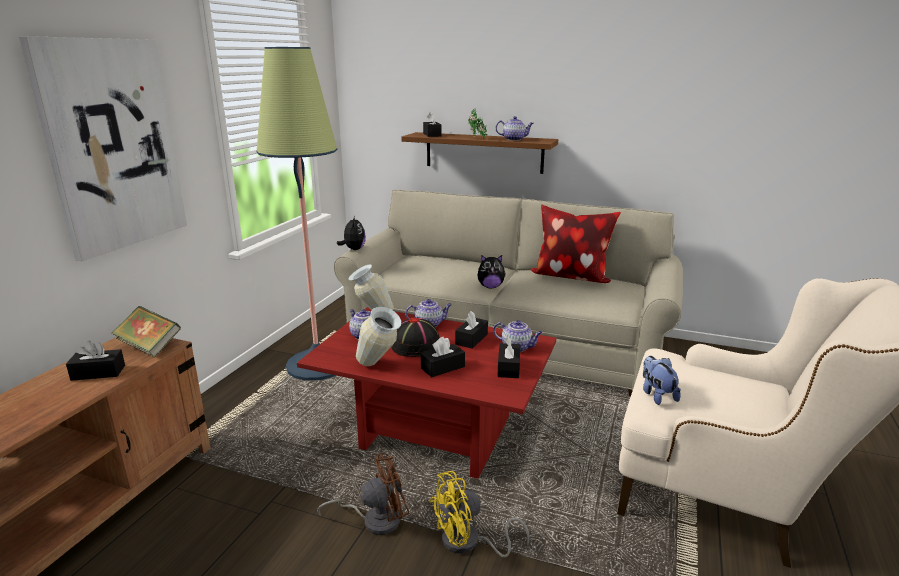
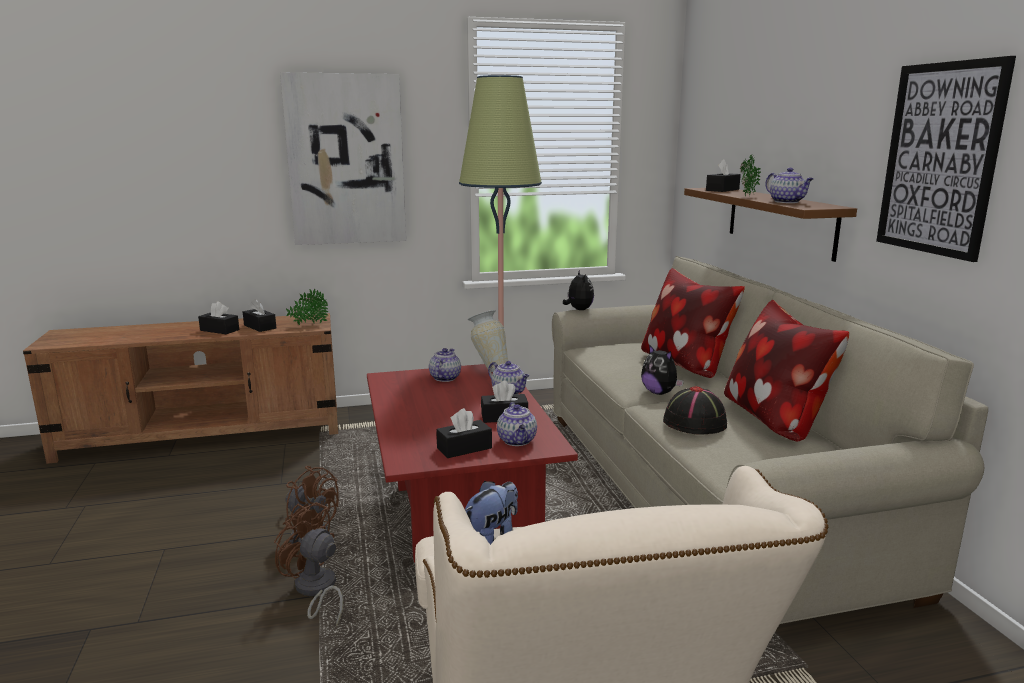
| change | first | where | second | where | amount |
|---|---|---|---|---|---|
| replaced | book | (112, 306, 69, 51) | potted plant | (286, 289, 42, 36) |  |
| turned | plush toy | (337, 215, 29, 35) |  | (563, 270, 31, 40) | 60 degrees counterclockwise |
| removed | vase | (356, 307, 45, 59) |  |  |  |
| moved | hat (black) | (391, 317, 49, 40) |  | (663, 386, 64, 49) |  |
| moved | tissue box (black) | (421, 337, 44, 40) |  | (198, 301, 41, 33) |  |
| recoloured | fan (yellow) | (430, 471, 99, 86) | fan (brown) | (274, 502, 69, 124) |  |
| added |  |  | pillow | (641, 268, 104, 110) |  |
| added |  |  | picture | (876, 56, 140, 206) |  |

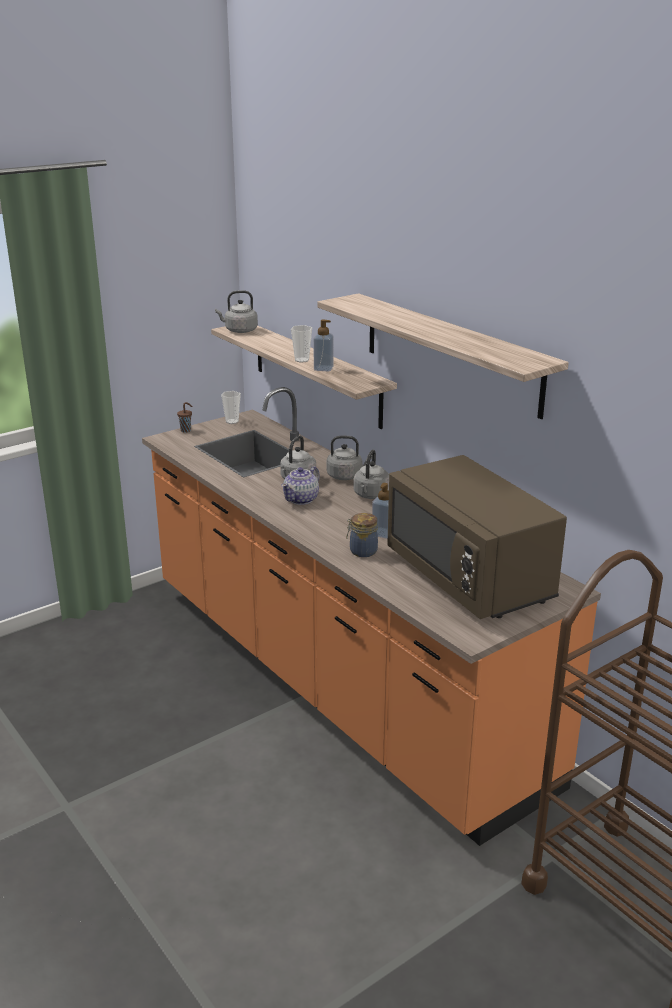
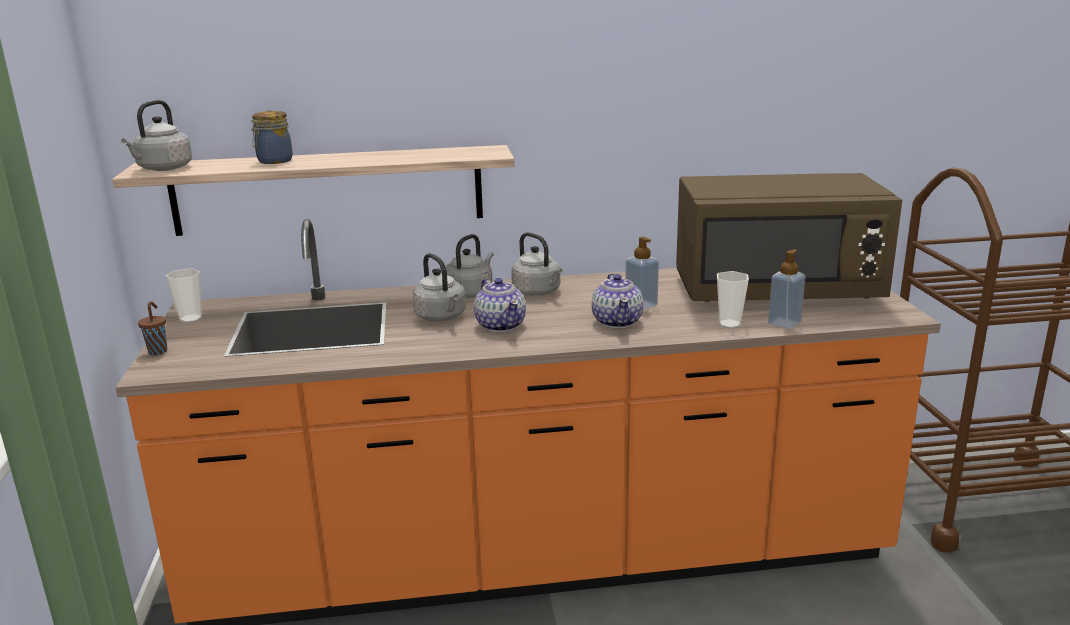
| change | first | where | second | where | amount |
|---|---|---|---|---|---|
| moved | cup | (291, 325, 21, 38) |  | (717, 271, 32, 58) |  |
| moved | soap dispenser | (313, 320, 20, 51) |  | (768, 249, 38, 80) |  |
| removed | shelf | (317, 293, 252, 126) |  |  |  |
| moved | jar | (346, 513, 32, 44) |  | (250, 111, 43, 53) |  |
| added |  |  | teapot | (591, 274, 52, 54) |  |

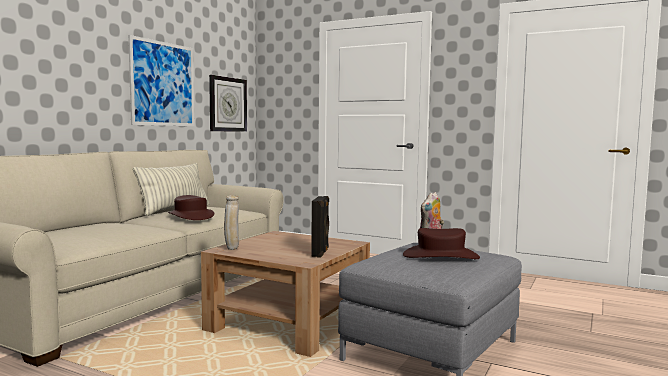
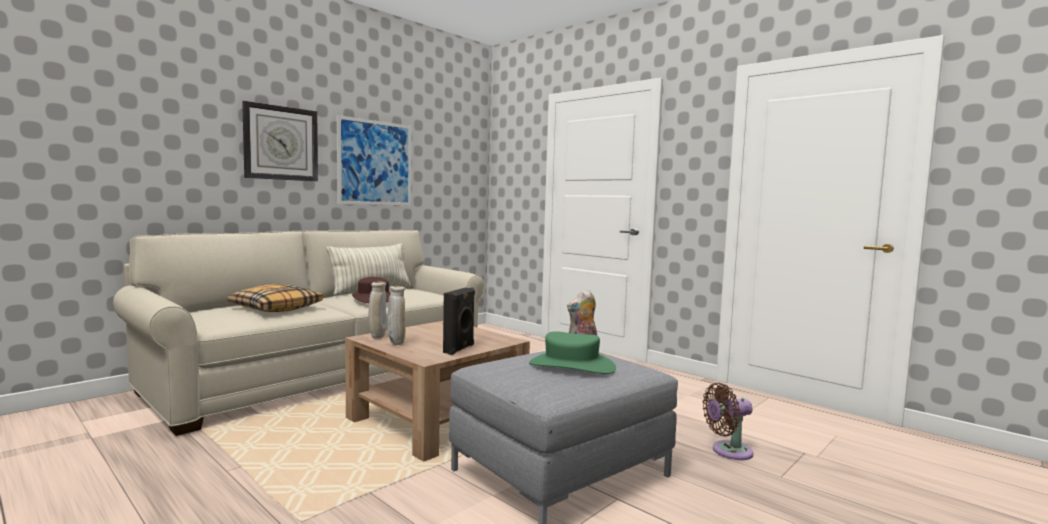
| change | first | where | second | where | amount |
|---|---|---|---|---|---|
| moved | wall clock | (209, 75, 38, 57) |  | (242, 101, 76, 80) |  |
| recoloured | hat (brown) | (403, 228, 77, 31) | hat (green) | (529, 331, 87, 43) |  |
| added |  |  | pillow | (227, 284, 96, 28) |  |
| added |  |  | vase (beige) | (388, 286, 17, 59) |  |
| added |  |  | fan (brown) | (703, 383, 50, 77) |  |

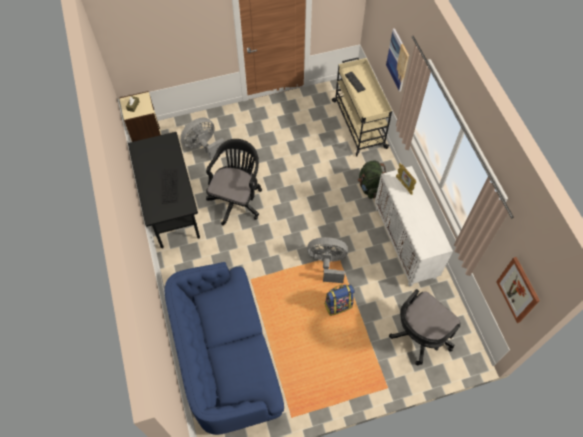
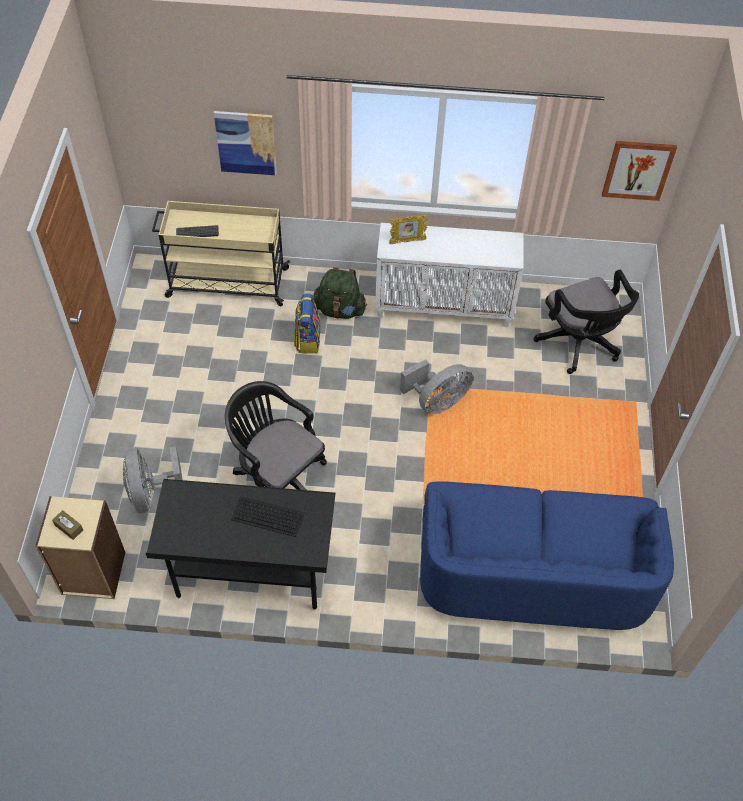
| change | first | where | second | where | amount |
|---|---|---|---|---|---|
| turned | fan (grey) | (307, 237, 41, 46) |  | (400, 359, 73, 55) | 150 degrees counterclockwise |
| moved | backpack | (324, 284, 31, 32) |  | (294, 293, 27, 60) |  |

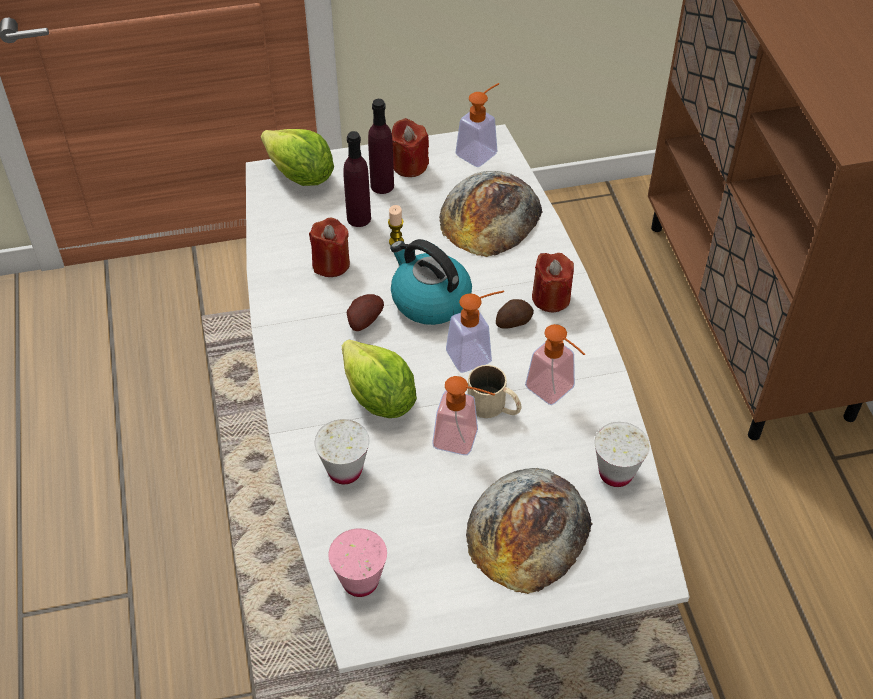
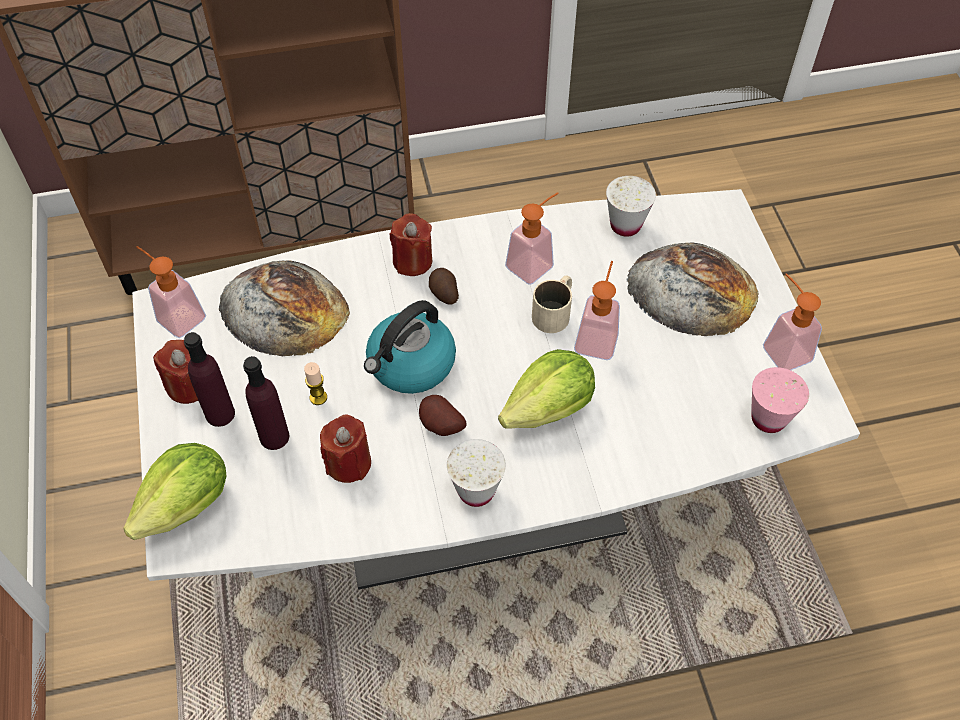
| change | first | where | second | where | amount |
|---|---|---|---|---|---|
| moved | cup (white) | (315, 419, 54, 65) |  | (447, 439, 59, 68) |  |
| moved | soap dispenser | (446, 291, 58, 82) |  | (763, 273, 59, 97) |  |

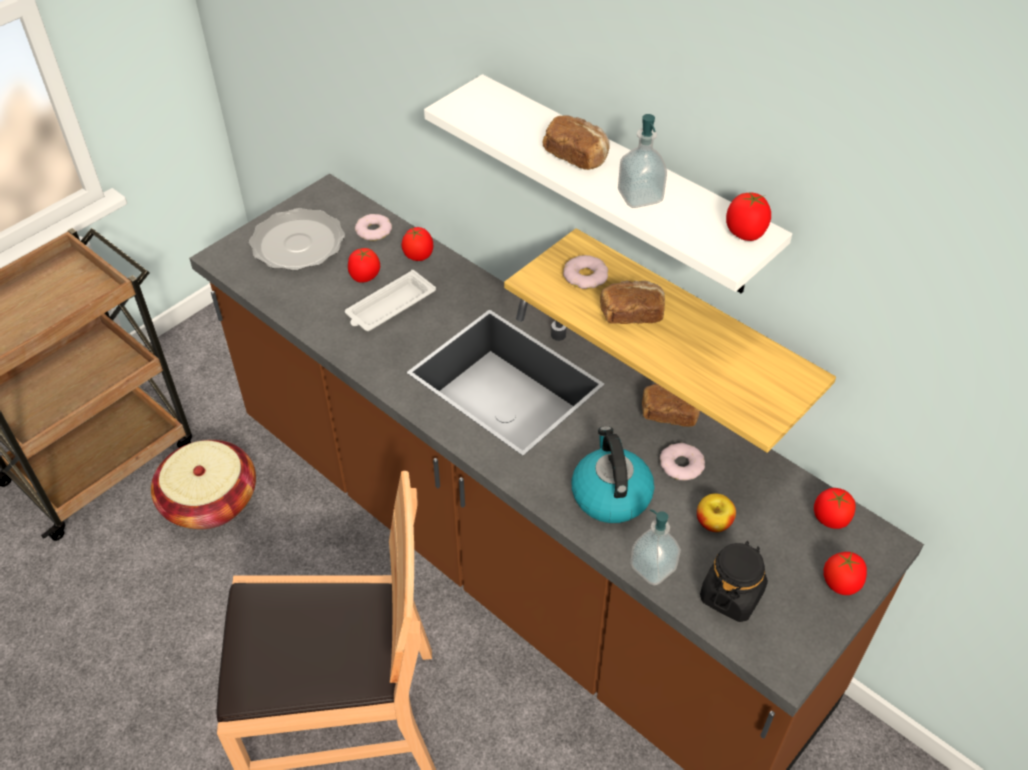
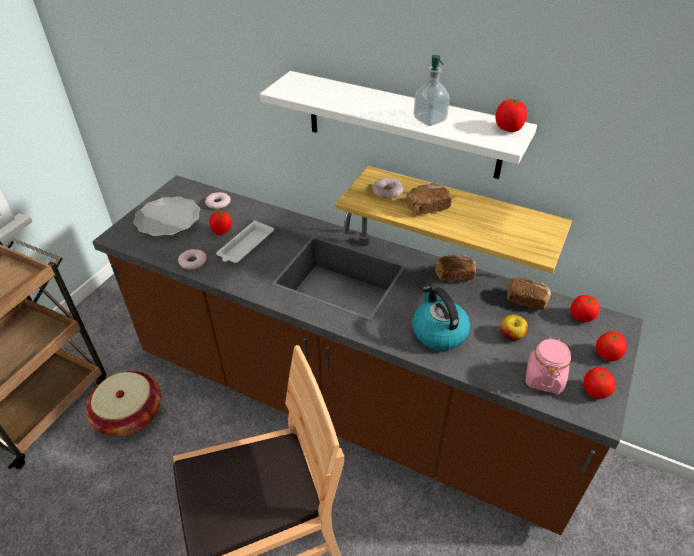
| change | first | where | second | where | amount |
|---|---|---|---|---|---|
| moved | tomato | (401, 227, 32, 34) |  | (584, 367, 31, 32) |  |
| moved | bread | (543, 115, 67, 55) |  | (507, 278, 44, 32) |  |
| removed | soap dispenser | (630, 509, 51, 76) |  |  |  |
| moved | donut | (660, 443, 45, 37) |  | (178, 249, 29, 21) |  |
| recoloured | jar (black) | (700, 541, 68, 81) | jar (pink) | (525, 337, 46, 57) |  |

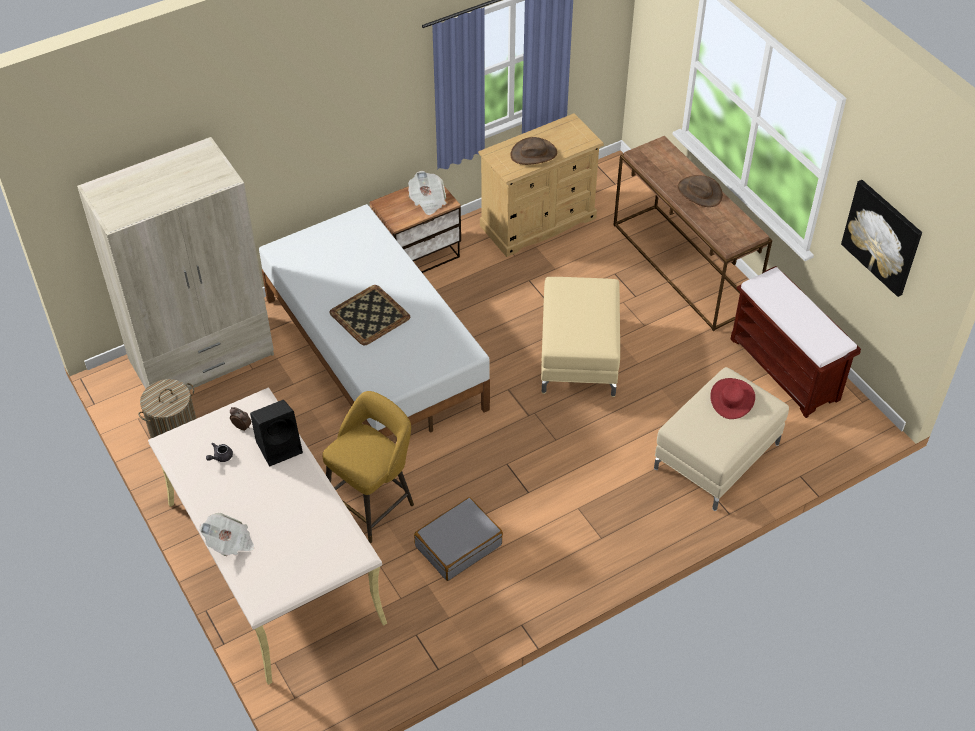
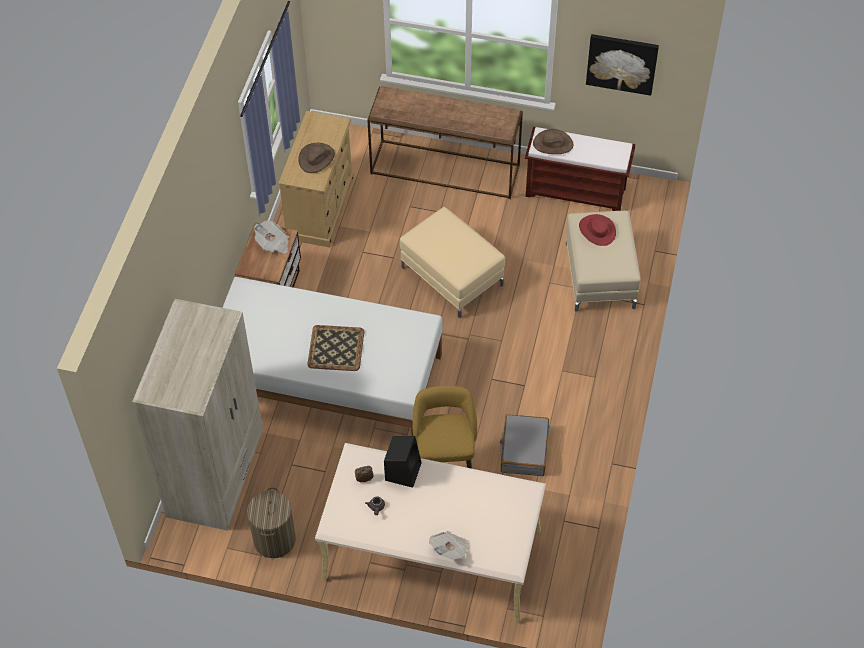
| change | first | where | second | where | amount |
|---|---|---|---|---|---|
| moved | hat (brown) | (677, 175, 46, 32) |  | (533, 129, 40, 25) |  |

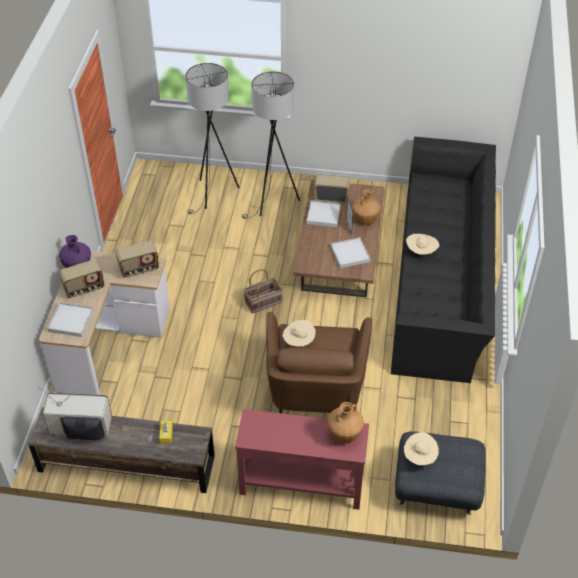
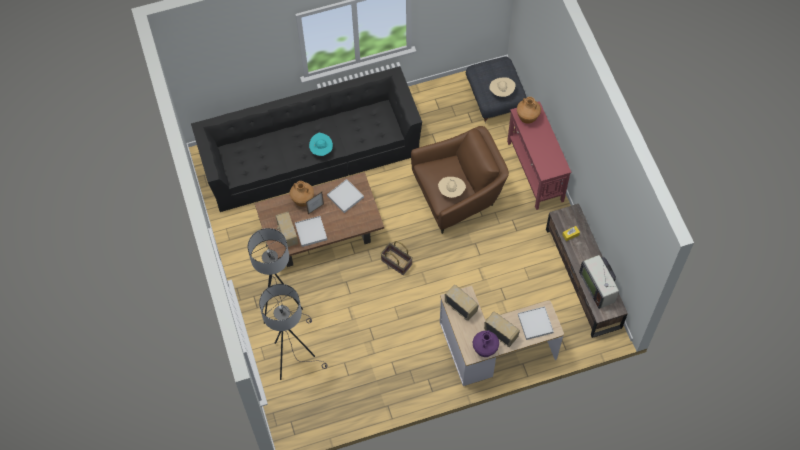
| change | first | where | second | where | amount |
|---|---|---|---|---|---|
| recoloured | hat (beige) | (406, 234, 33, 21) | hat (turquoise) | (309, 133, 24, 23) |  |

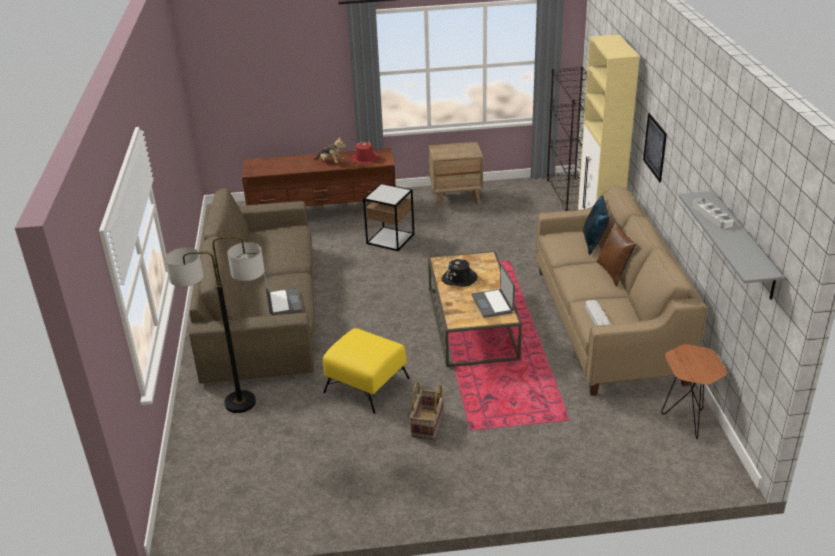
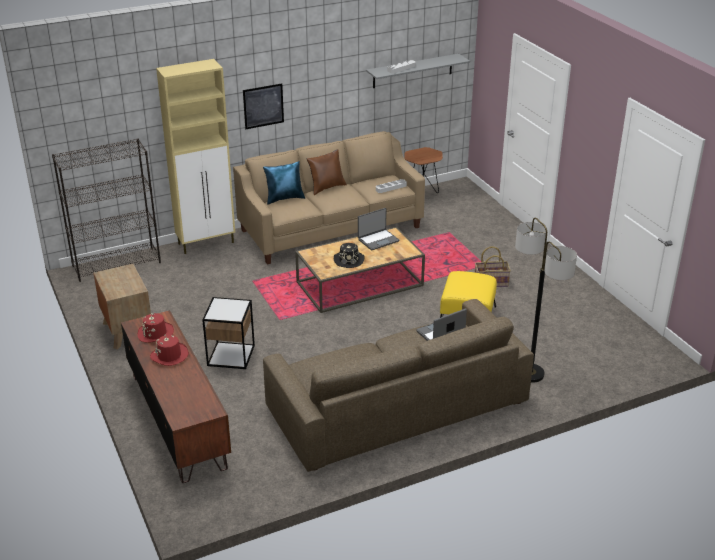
| change | first | where | second | where | amount |
|---|---|---|---|---|---|
| replaced | plush toy | (314, 137, 32, 26) | hat (red) | (150, 334, 39, 32) |  |

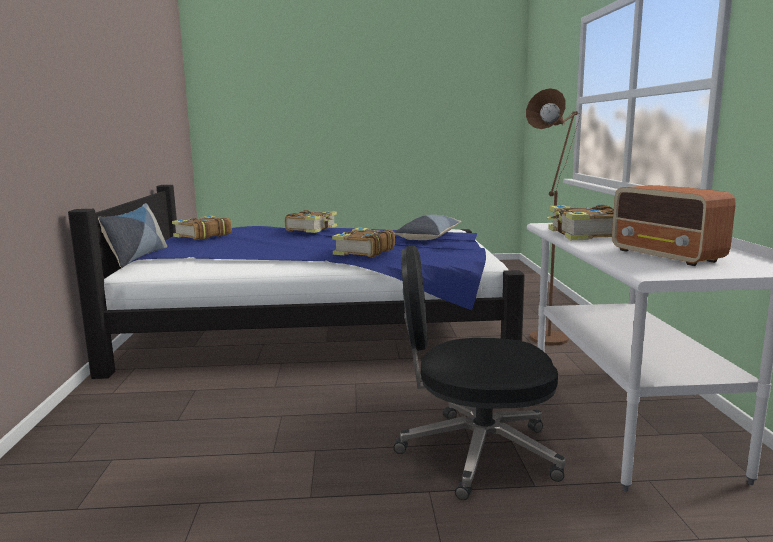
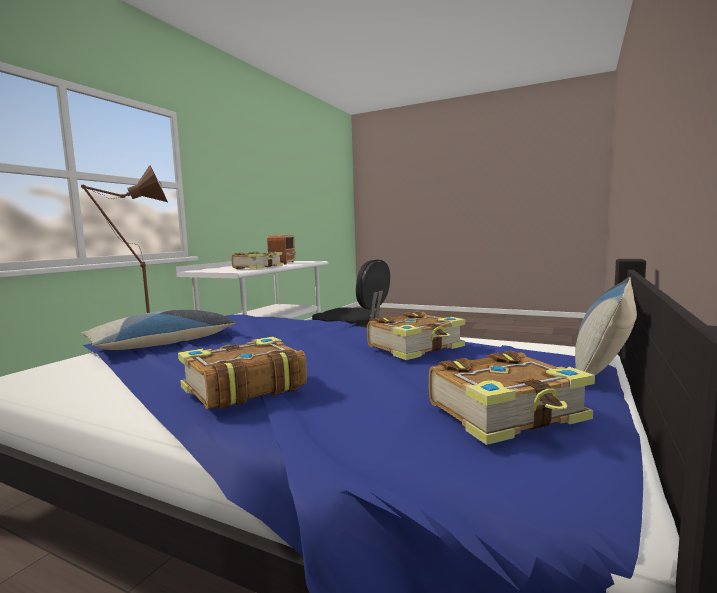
| change | first | where | second | where | amount |
|---|---|---|---|---|---|
| moved | book | (332, 228, 63, 29) |  | (367, 311, 98, 49) |  |

